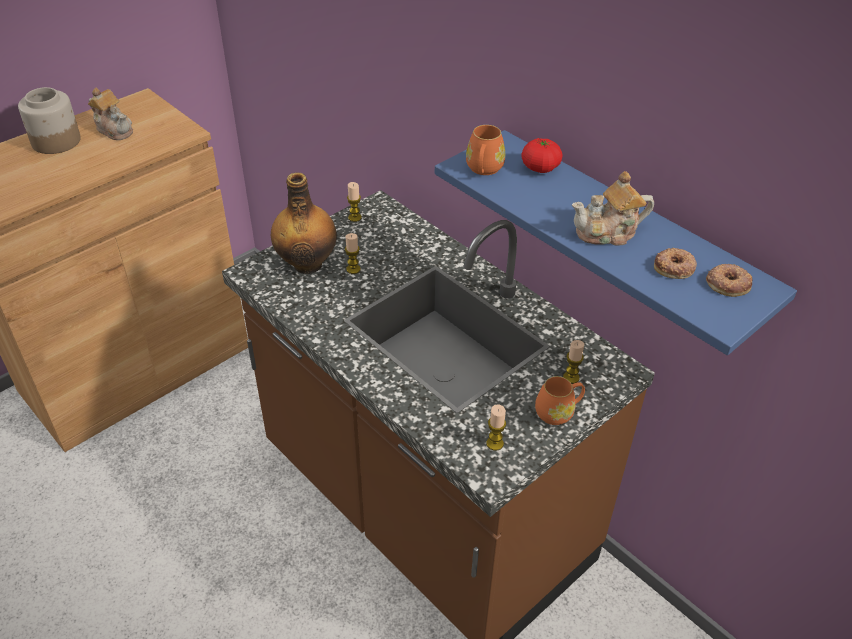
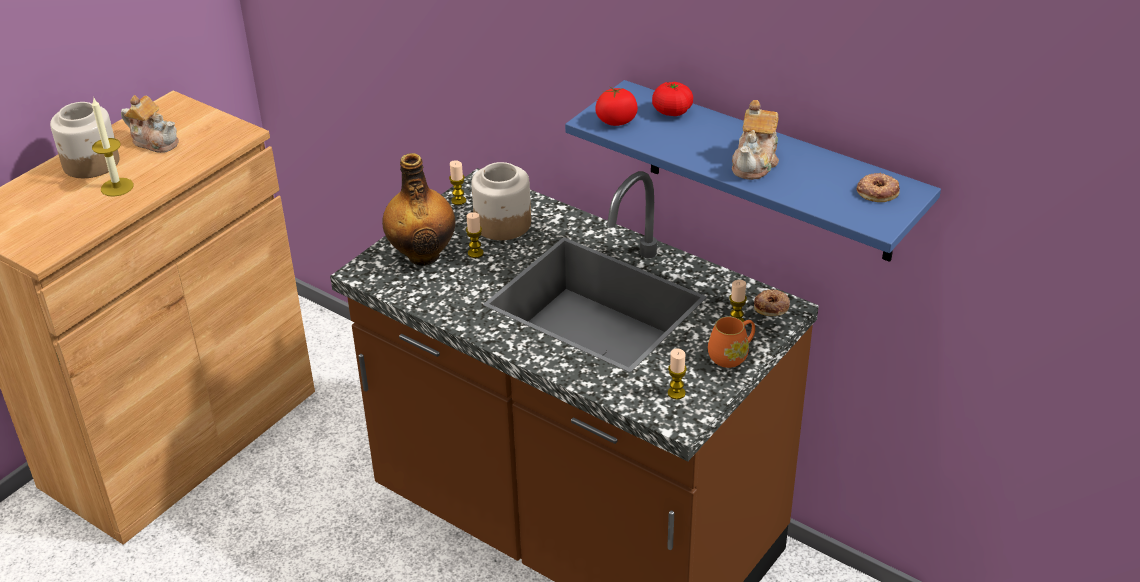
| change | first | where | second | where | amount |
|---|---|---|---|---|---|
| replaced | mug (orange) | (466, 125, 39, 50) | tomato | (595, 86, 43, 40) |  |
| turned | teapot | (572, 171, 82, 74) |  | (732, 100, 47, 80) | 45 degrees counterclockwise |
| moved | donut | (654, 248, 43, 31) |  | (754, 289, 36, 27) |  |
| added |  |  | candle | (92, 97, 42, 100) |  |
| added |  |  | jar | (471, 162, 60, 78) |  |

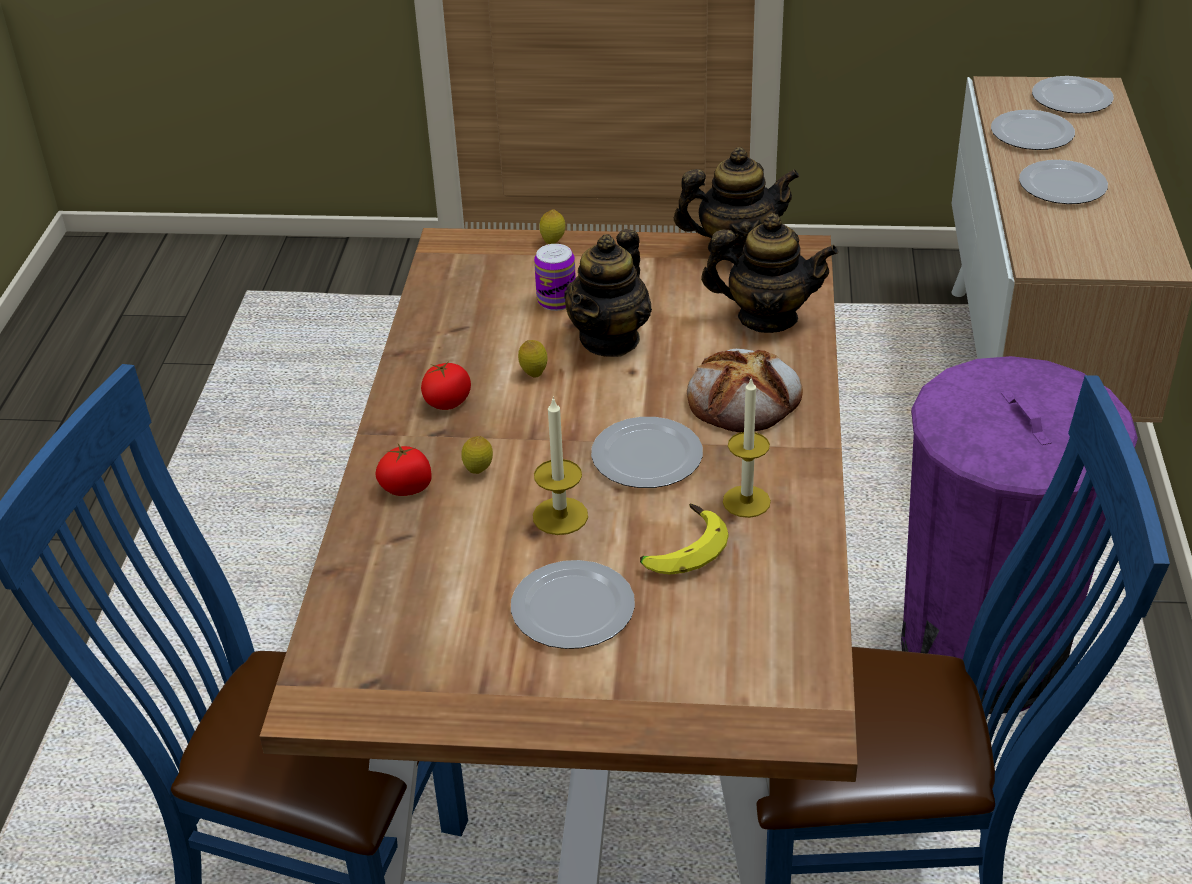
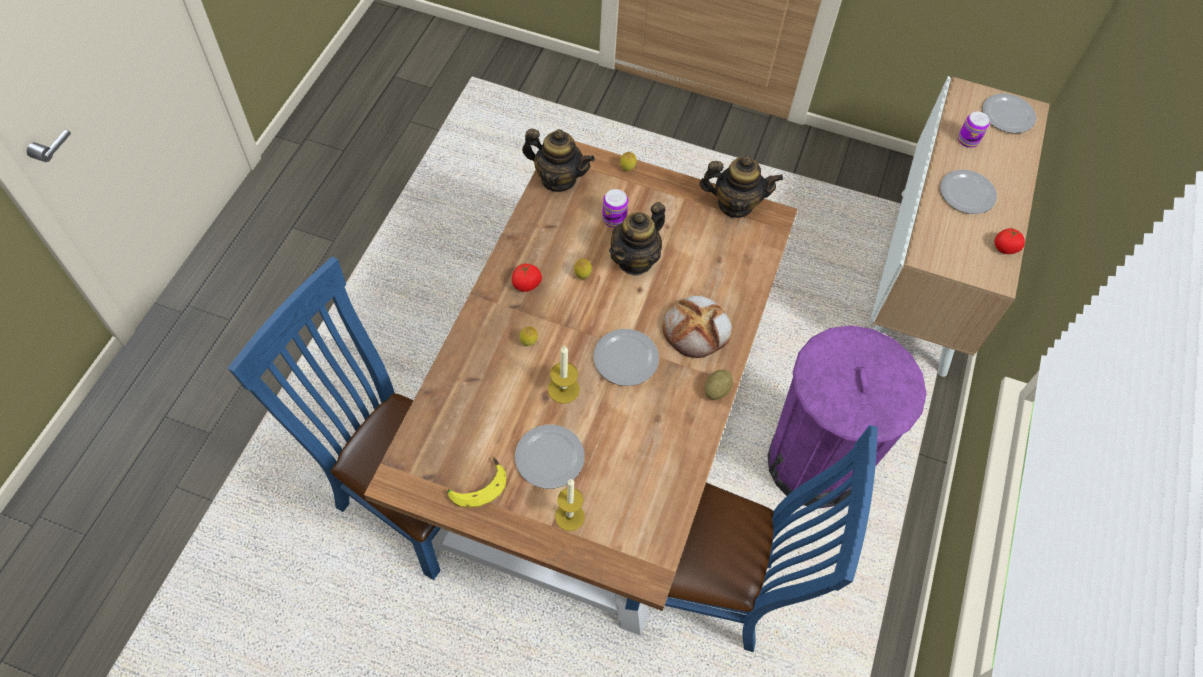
| change | first | where | second | where | amount |
|---|---|---|---|---|---|
| moved | tomato | (376, 444, 56, 52) |  | (995, 227, 30, 27) |  |
| moved | banana | (640, 504, 89, 71) |  | (447, 457, 60, 50) |  |
| moved | teapot | (701, 213, 137, 120) |  | (522, 128, 73, 64) |  |
| moved | candle | (723, 377, 48, 141) |  | (555, 479, 30, 52) |  |
| replaced | plate | (991, 110, 84, 40) | can | (958, 111, 32, 37) |  |
| added |  |  | potato | (705, 370, 28, 30) |  |

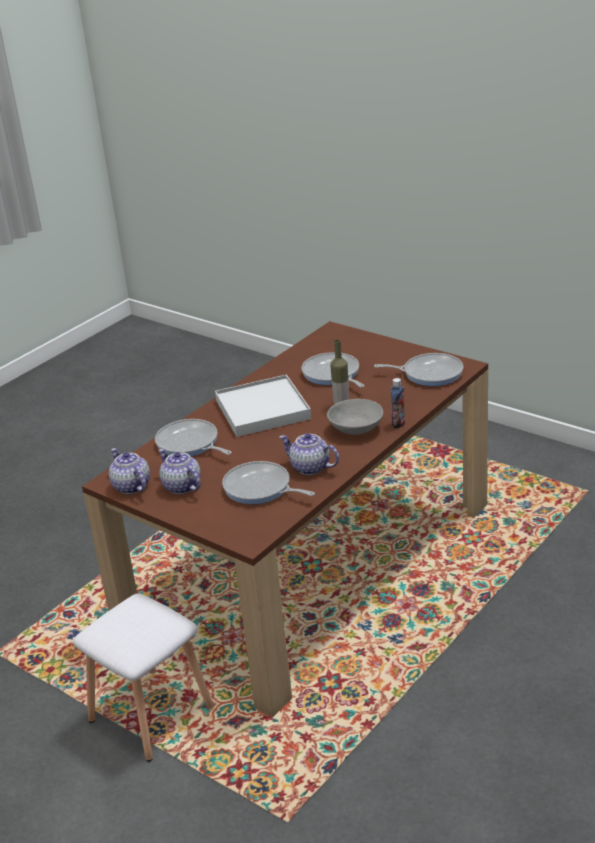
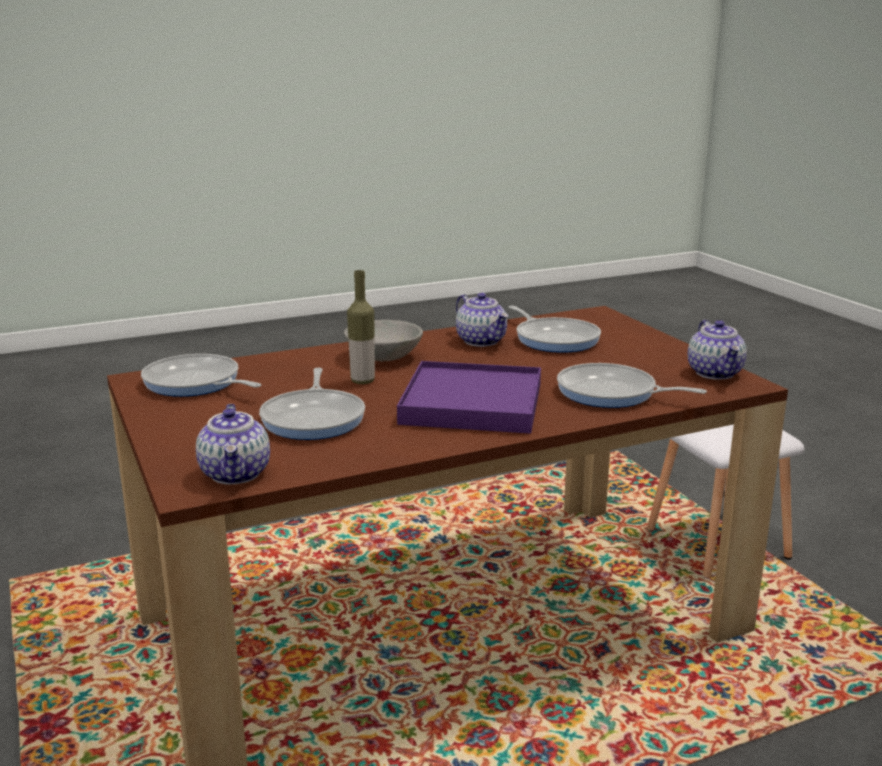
| change | first | where | second | where | amount |
|---|---|---|---|---|---|
| turned | frying pan | (155, 419, 77, 37) |  | (557, 363, 150, 45) | 135 degrees clockwise |
| moved | teapot | (159, 449, 42, 45) |  | (196, 404, 74, 80) |  |
| recoloured | tray (white) | (215, 375, 96, 62) | tray (purple) | (397, 361, 144, 73) |  |
| removed | bottle | (391, 378, 14, 50) |  |  |  |

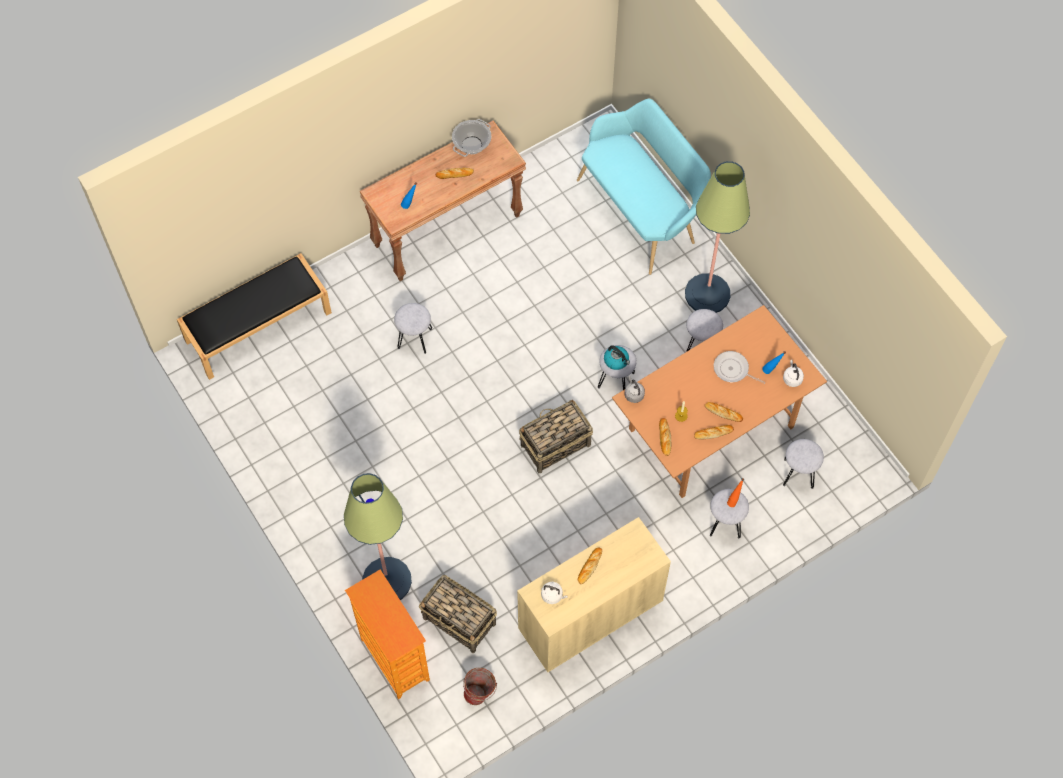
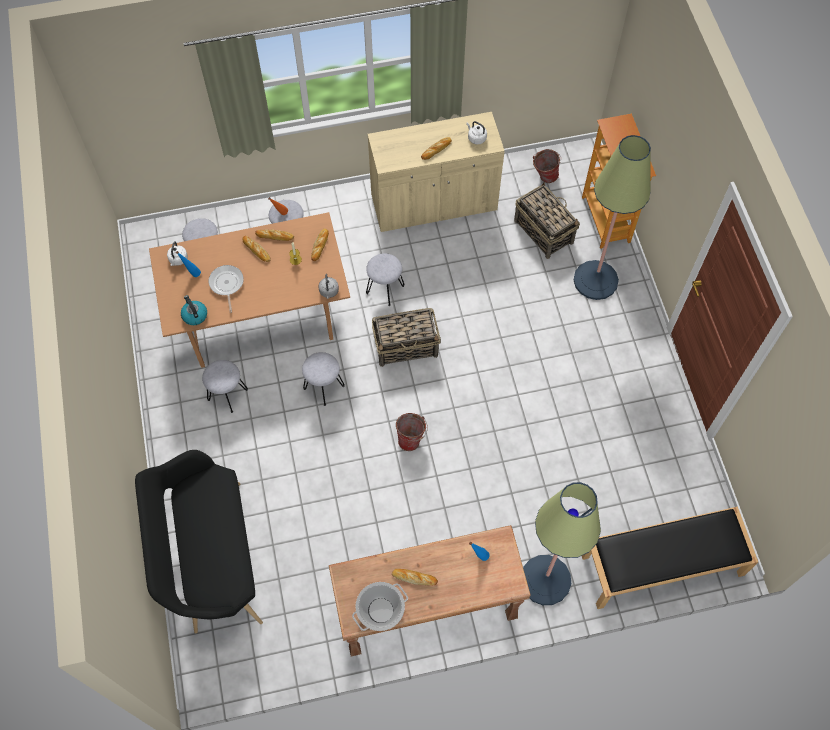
| change | first | where | second | where | amount |
|---|---|---|---|---|---|
| moved | stool (grey) | (394, 303, 38, 51) |  | (366, 253, 38, 53) |  |
| recoloured | bench (turquoise) | (577, 99, 134, 176) | bench (black) | (135, 450, 128, 184) |  |
| moved | kettle | (604, 345, 26, 25) |  | (181, 295, 26, 30) |  |
| moved | floor lamp | (685, 161, 65, 152) |  | (523, 482, 78, 123) |  |
| turned | frying pan | (714, 351, 51, 33) |  | (209, 265, 35, 48) | 150 degrees counterclockwise |
| added |  |  | bucket | (396, 413, 32, 38) |  |

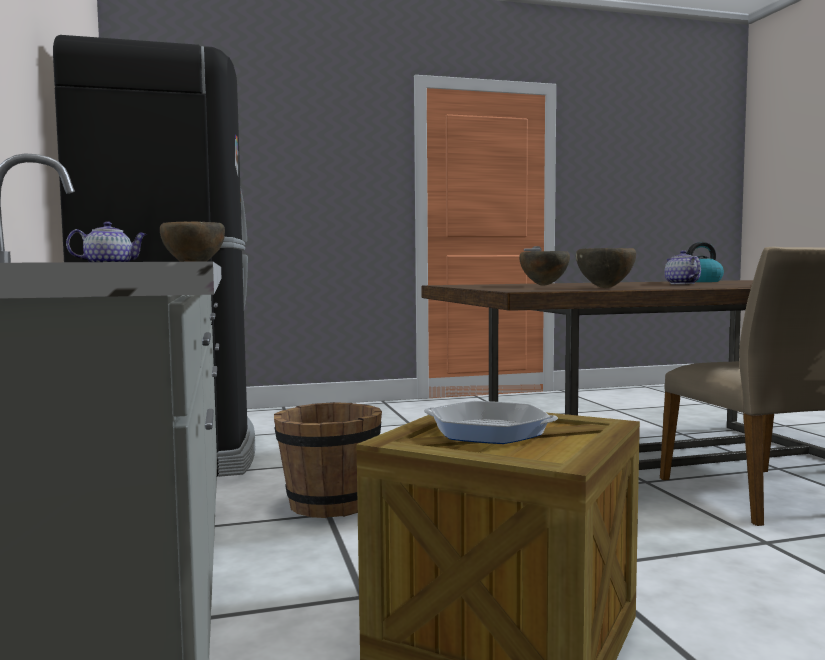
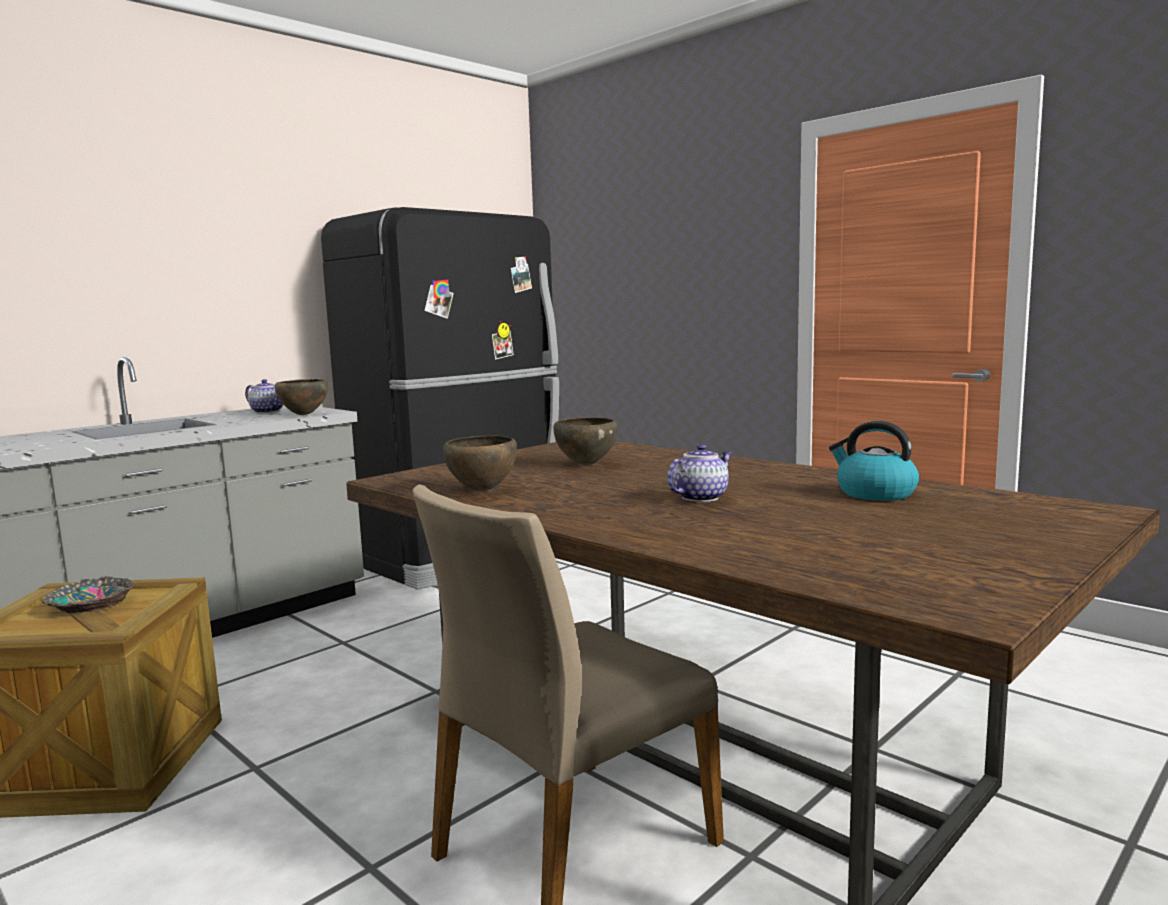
| change | first | where | second | where | amount |
|---|---|---|---|---|---|
| removed | bucket (brown) | (274, 402, 108, 116) |  |  |  |
| replaced | frying pan | (424, 401, 134, 43) | bowl | (41, 576, 95, 37) |  |

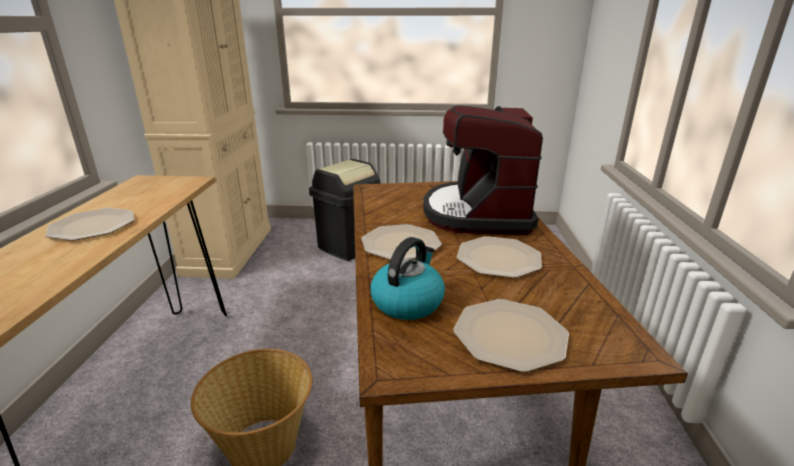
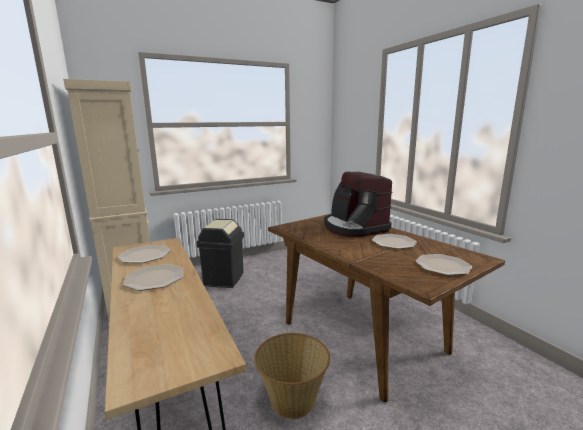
| change | first | where | second | where | amount |
|---|---|---|---|---|---|
| moved | plate | (361, 224, 81, 36) |  | (117, 245, 54, 18) |  |
| removed | kettle | (370, 237, 75, 83) |  |  |  |

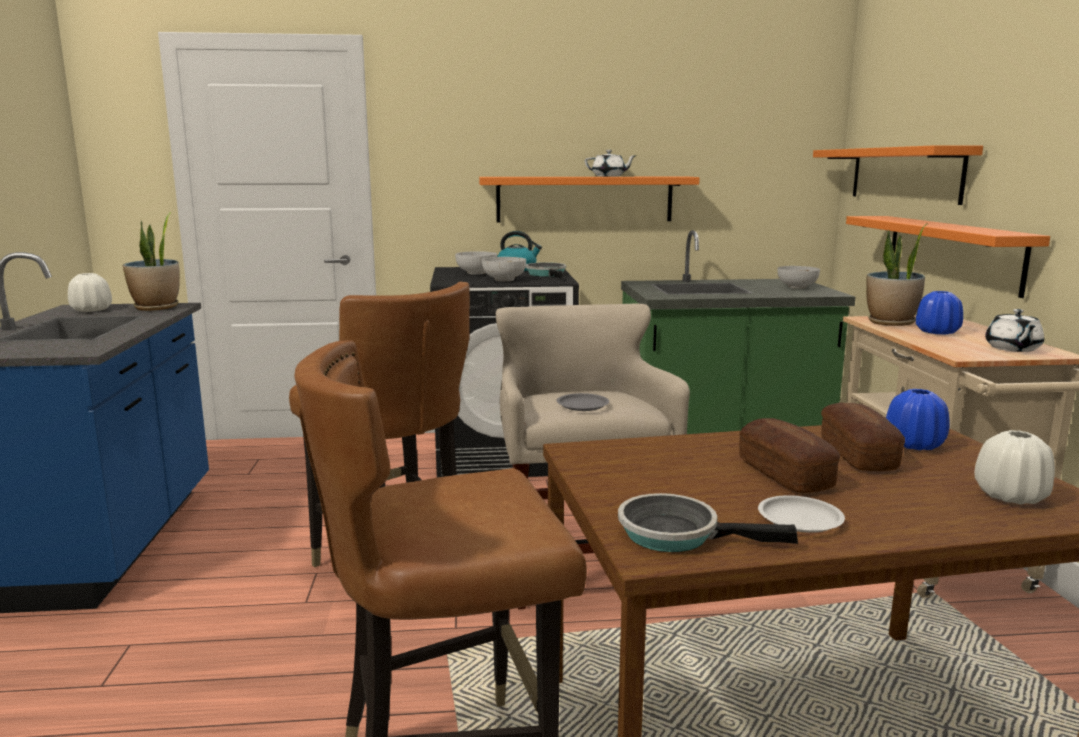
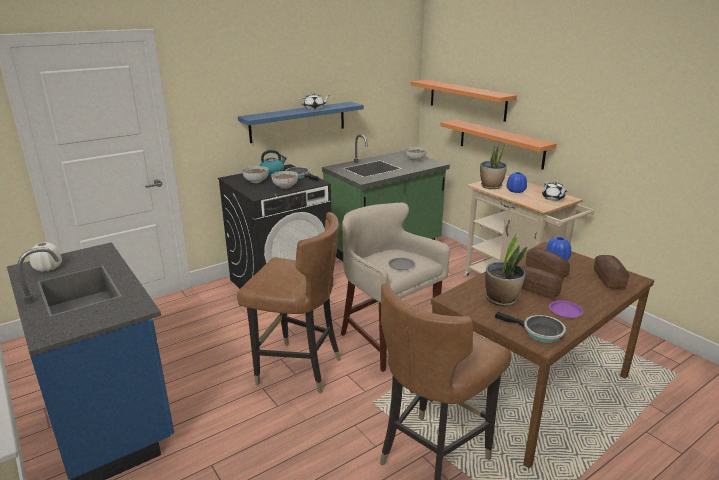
| change | first | where | second | where | amount |
|---|---|---|---|---|---|
| moved | potted plant | (123, 212, 57, 99) |  | (485, 231, 42, 75) |  |
| recoloured | shelf (orange) | (479, 177, 221, 45) | shelf (blue) | (238, 102, 126, 41) |  |
| turned | frying pan | (618, 493, 180, 59) |  | (495, 312, 71, 31) | 135 degrees counterclockwise |
| recoloured | plate (white) | (758, 495, 87, 38) | plate (purple) | (549, 301, 34, 17) |  |
| replaced | vase (white) | (974, 430, 81, 75) | bread | (594, 255, 36, 34) |  |

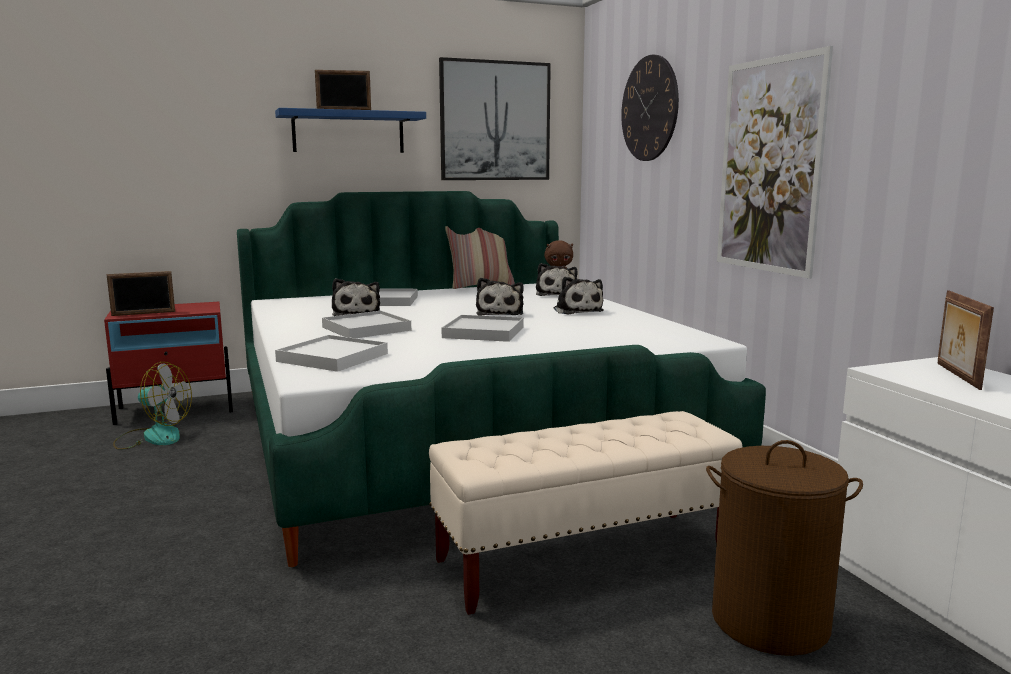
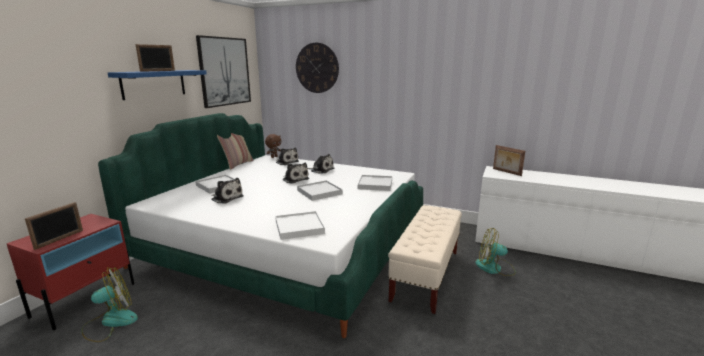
| change | first | where | second | where | amount |
|---|---|---|---|---|---|
| moved | tray (white) | (322, 311, 89, 27) |  | (358, 175, 34, 16) |  |
| replaced | laundry basket (brown) | (706, 440, 157, 216) | fan | (475, 228, 41, 48) |  |
| removed | picture | (717, 46, 116, 233) |  |  |  |

